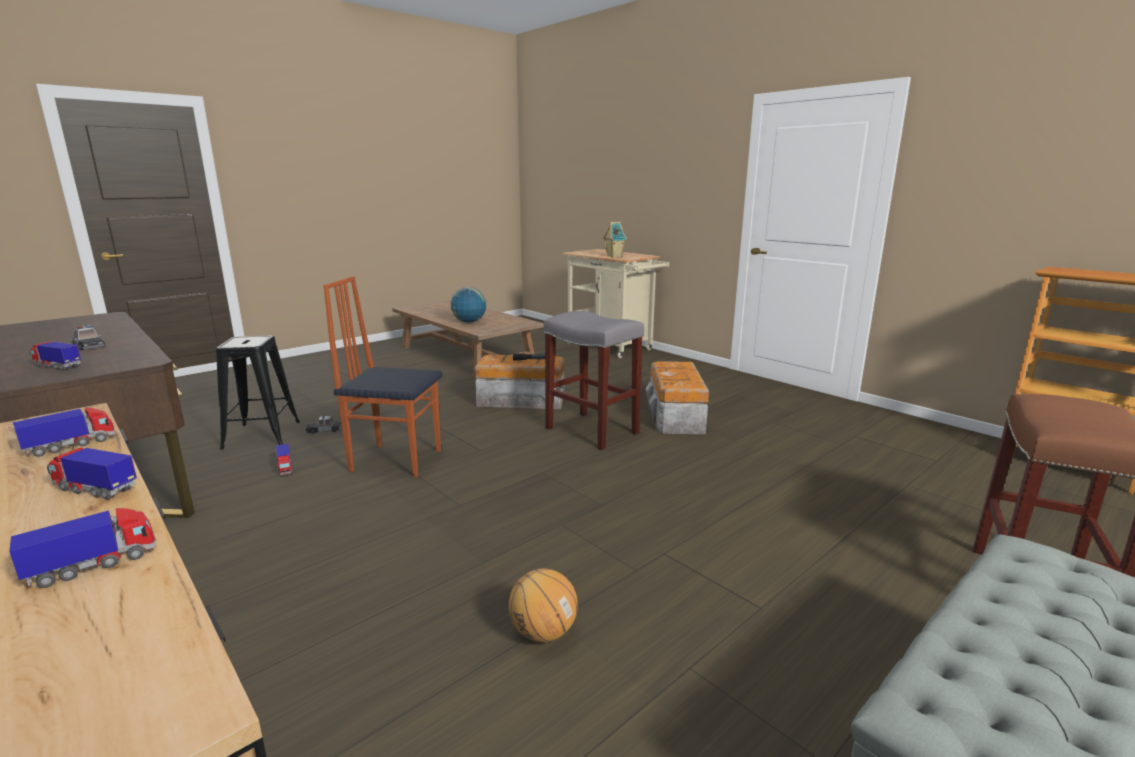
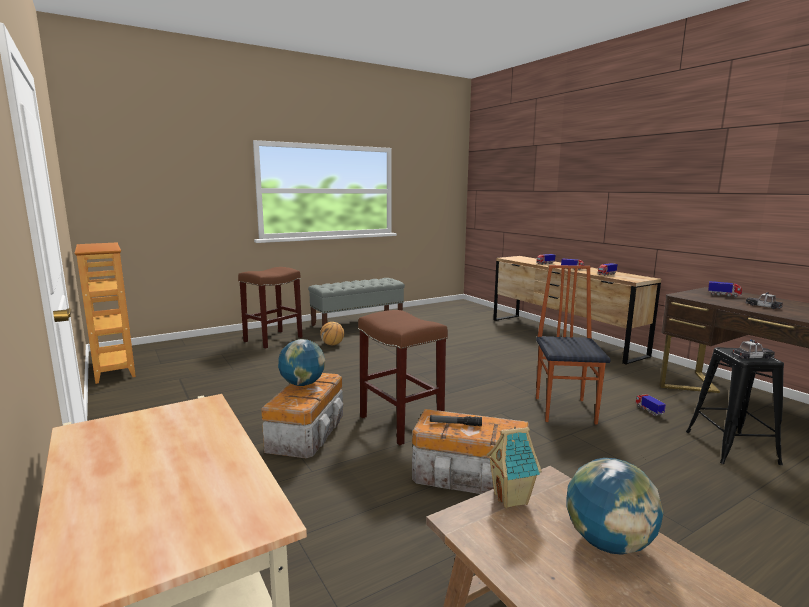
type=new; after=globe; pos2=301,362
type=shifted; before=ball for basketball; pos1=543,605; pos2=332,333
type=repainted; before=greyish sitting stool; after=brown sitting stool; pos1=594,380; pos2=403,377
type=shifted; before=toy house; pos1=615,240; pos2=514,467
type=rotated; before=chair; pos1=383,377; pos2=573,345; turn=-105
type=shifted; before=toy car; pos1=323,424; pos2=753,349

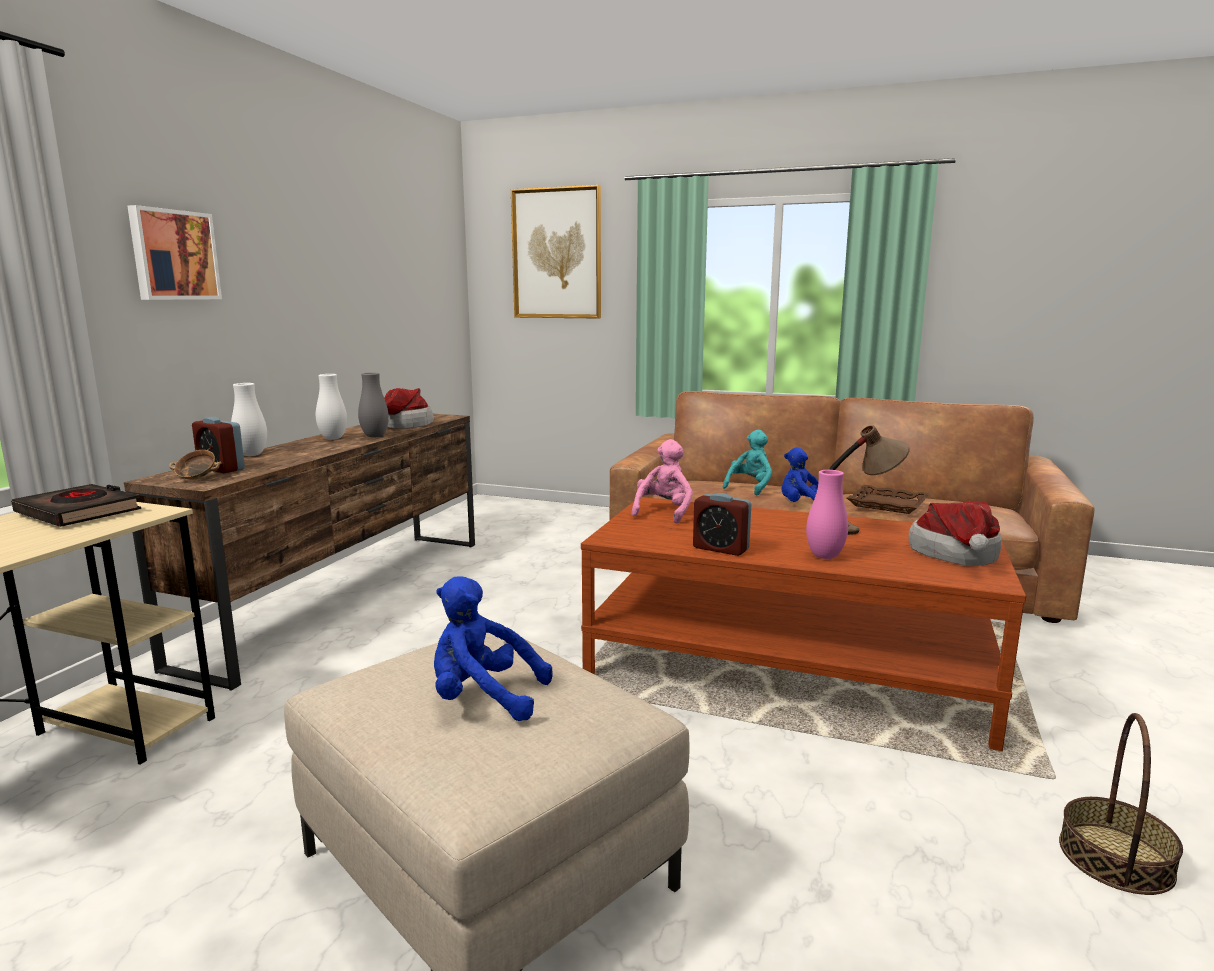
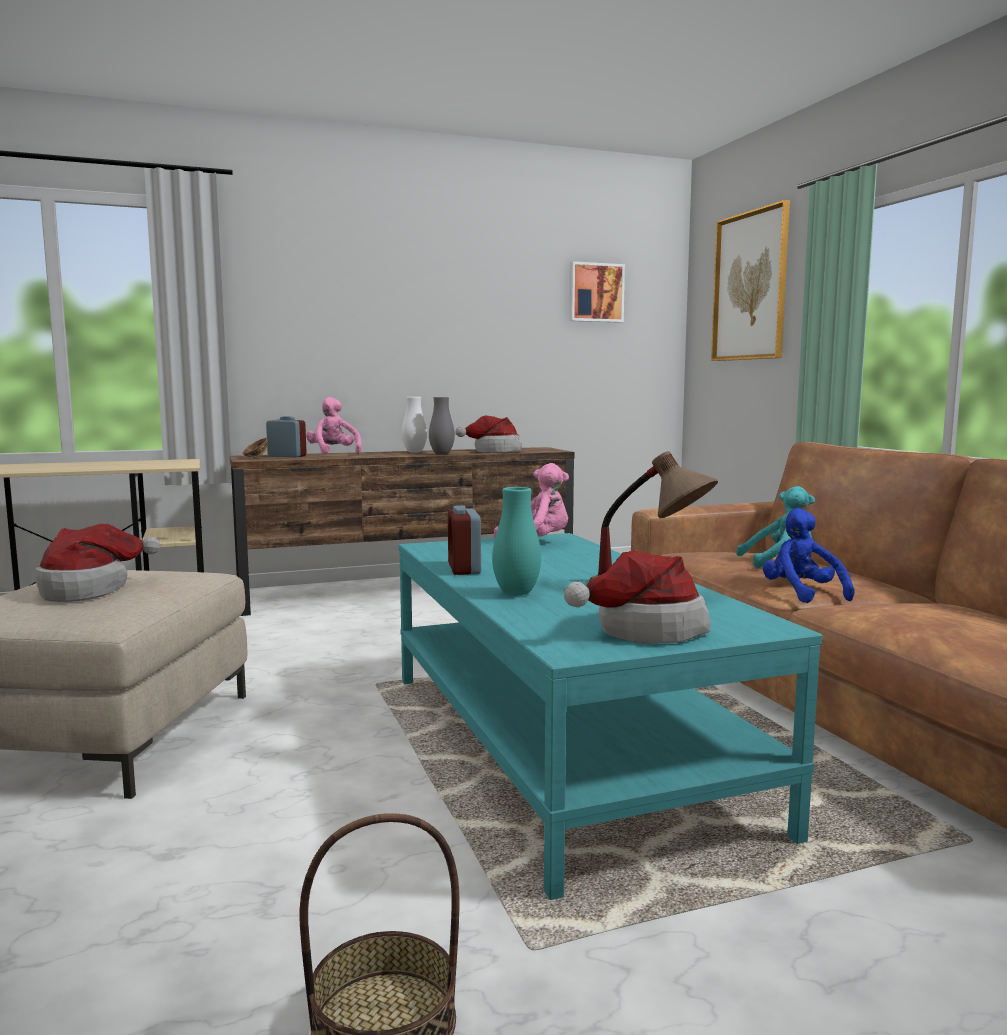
type=swapped; before=blue-coloured plush toy; after=clothing hat; pos1=493,648; pos2=98,563
type=rotated; before=alarm clock; pos1=218,445; pos2=286,436; turn=120
type=swapped; before=white decorative vase; after=pink plush toy; pos1=249,419; pos2=334,426
type=repainted; before=brown low table; after=blue-green low table; pos1=803,624; pos2=610,716
type=repainted; before=pink decorative vase; after=blue-green decorative vase; pos1=827,514; pos2=516,541
type=shifted; before=wall picture; pos1=174,252; pos2=597,292
type=gone; before=black bound book; pos1=76,505
type=gone; before=brown carrying tray; pos1=888,499

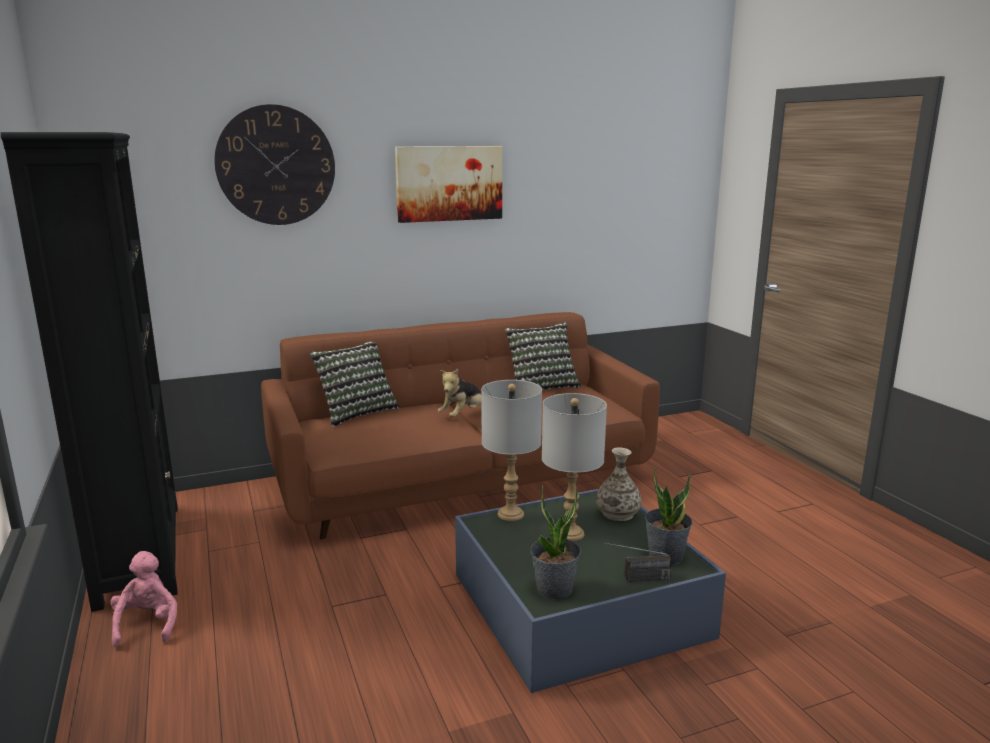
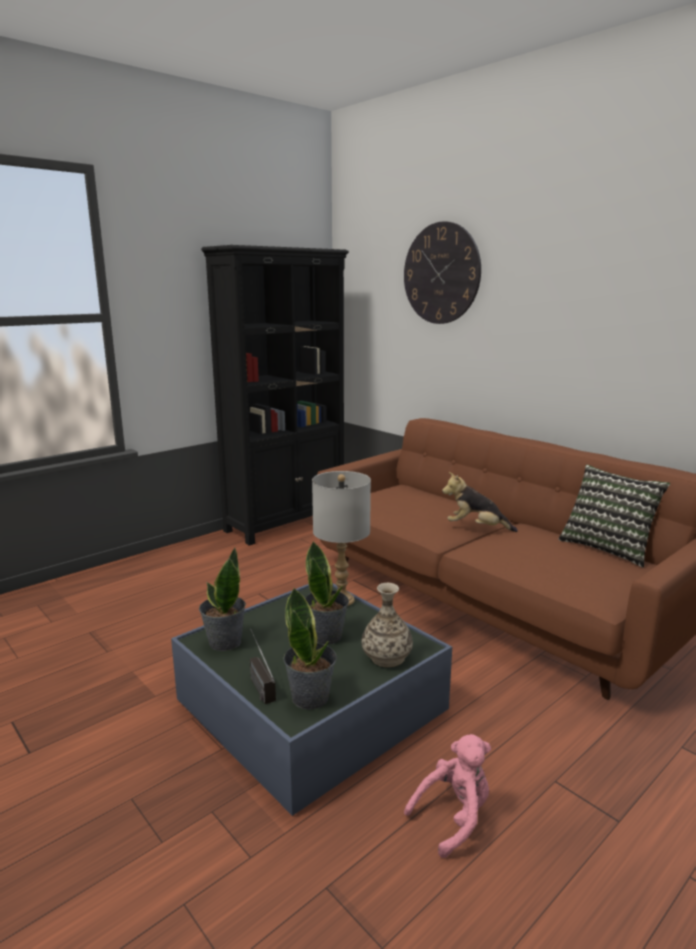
type=swapped; before=greyish lamp for a table; after=plant in a pot; pos1=574,467; pos2=327,593
type=shifted; before=pink plush toy; pos1=143,599; pos2=447,796
type=gone; before=pillow; pos1=355,384
type=gone; before=wall picture; pos1=448,184

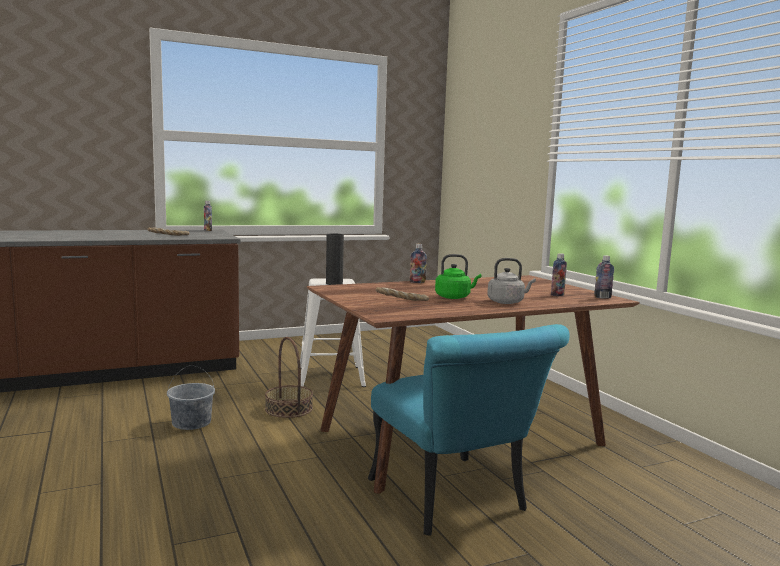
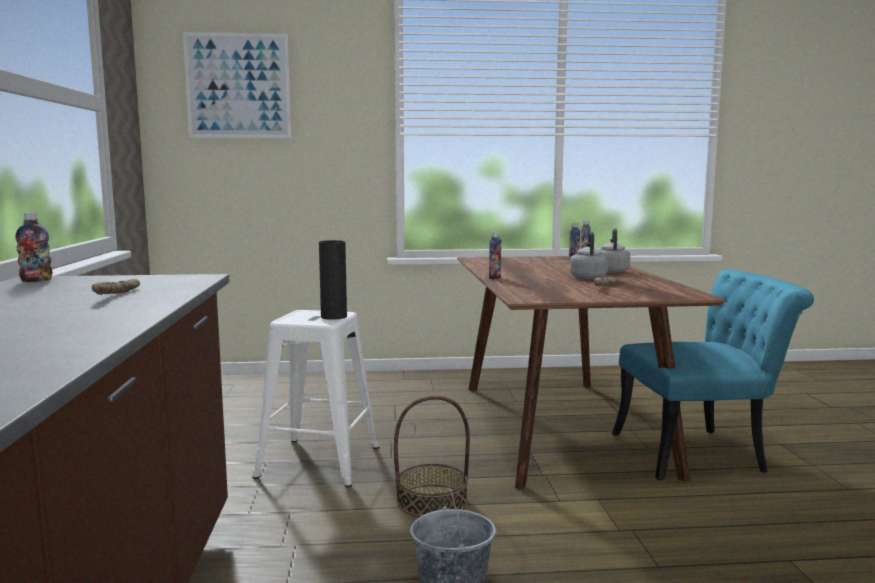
type=new; after=wall picture; pos2=237,85
type=repainted; before=green water kettle; after=greyish water kettle; pos1=458,276; pos2=589,255

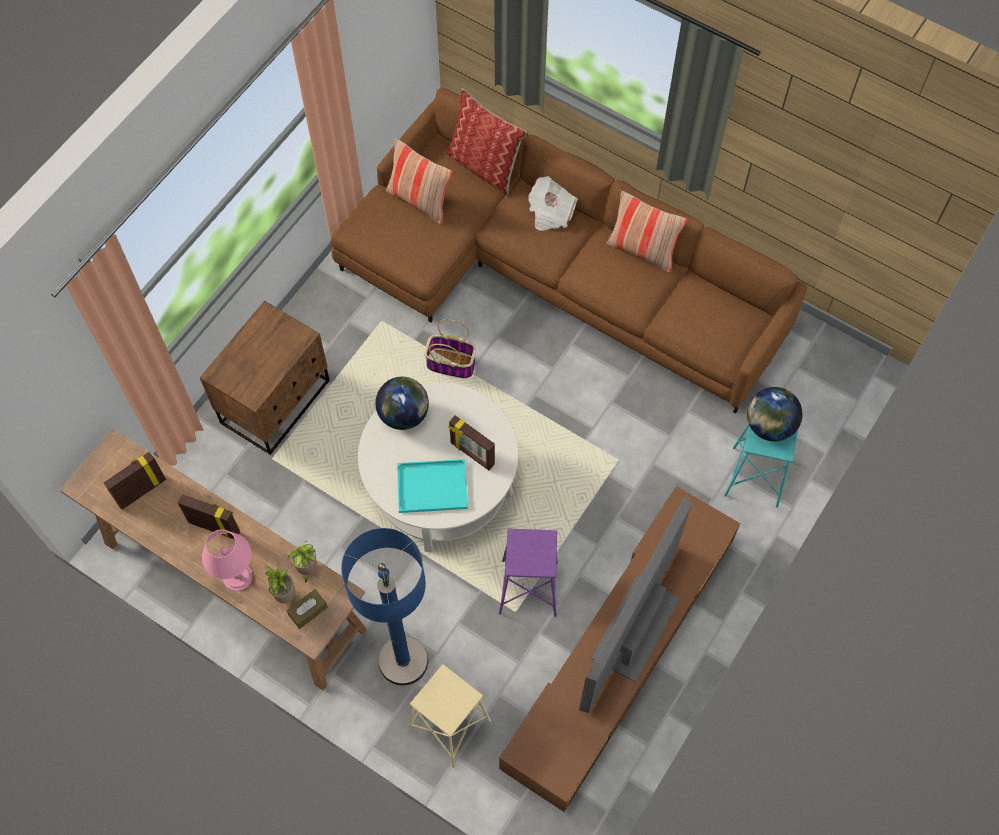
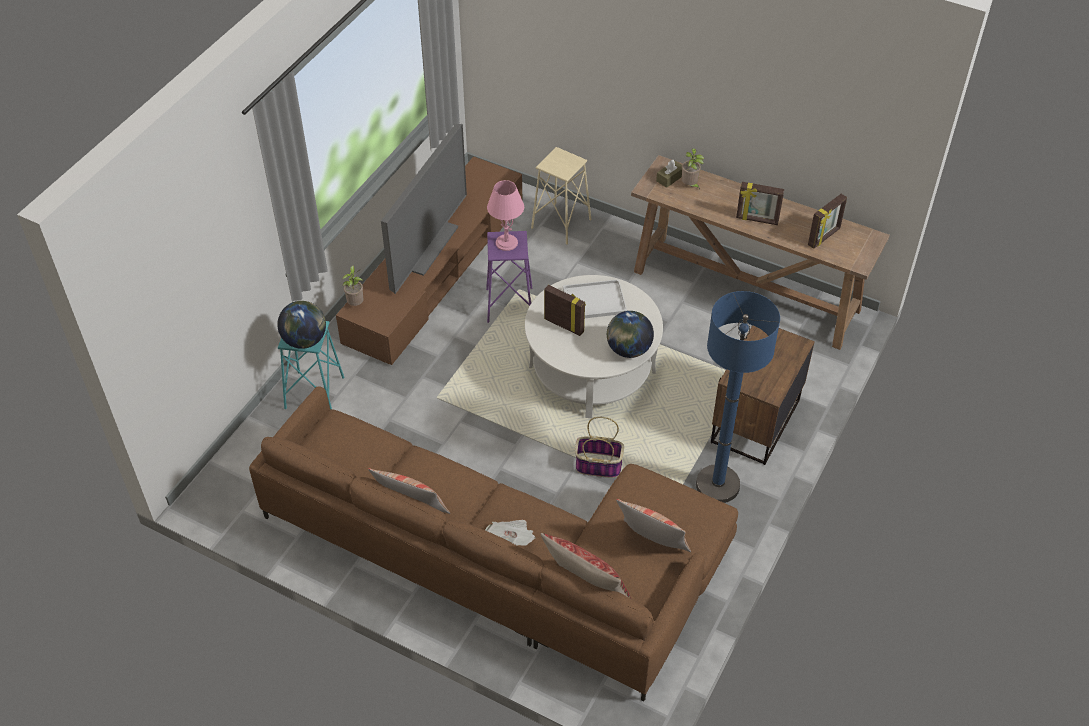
type=shifted; before=plant in a pot; pos1=302,562; pos2=352,285
type=shifted; before=pink lamp for a table; pos1=227,560; pos2=505,215
type=repainted; before=blue-green carrying tray; after=white carrying tray; pos1=432,486; pos2=595,298
type=shifted; before=blue-coloured standard lamp; pos1=384,606; pos2=738,397

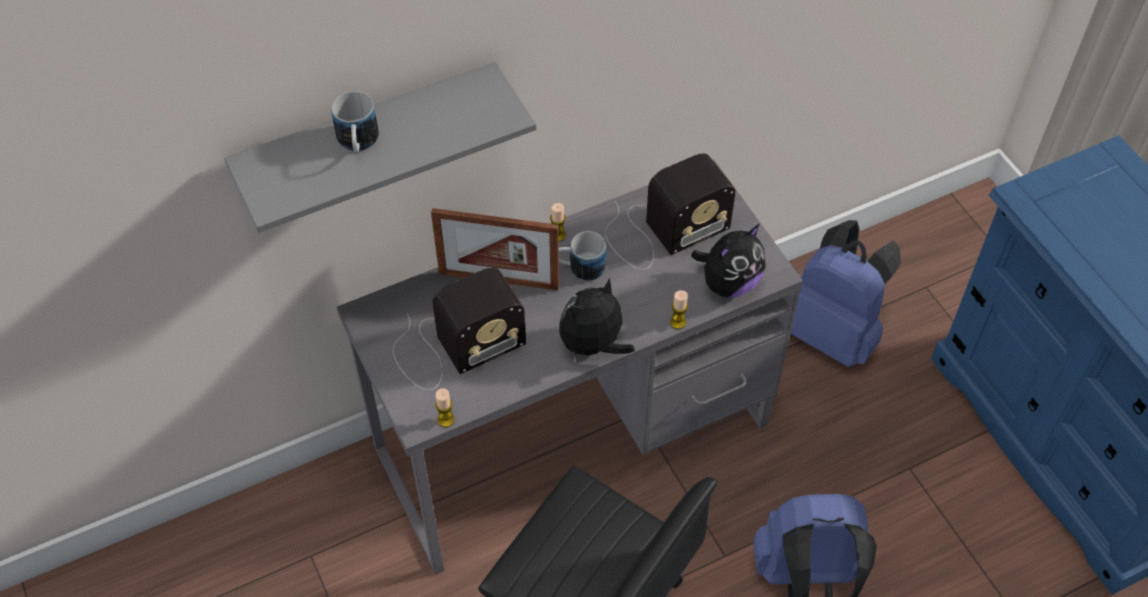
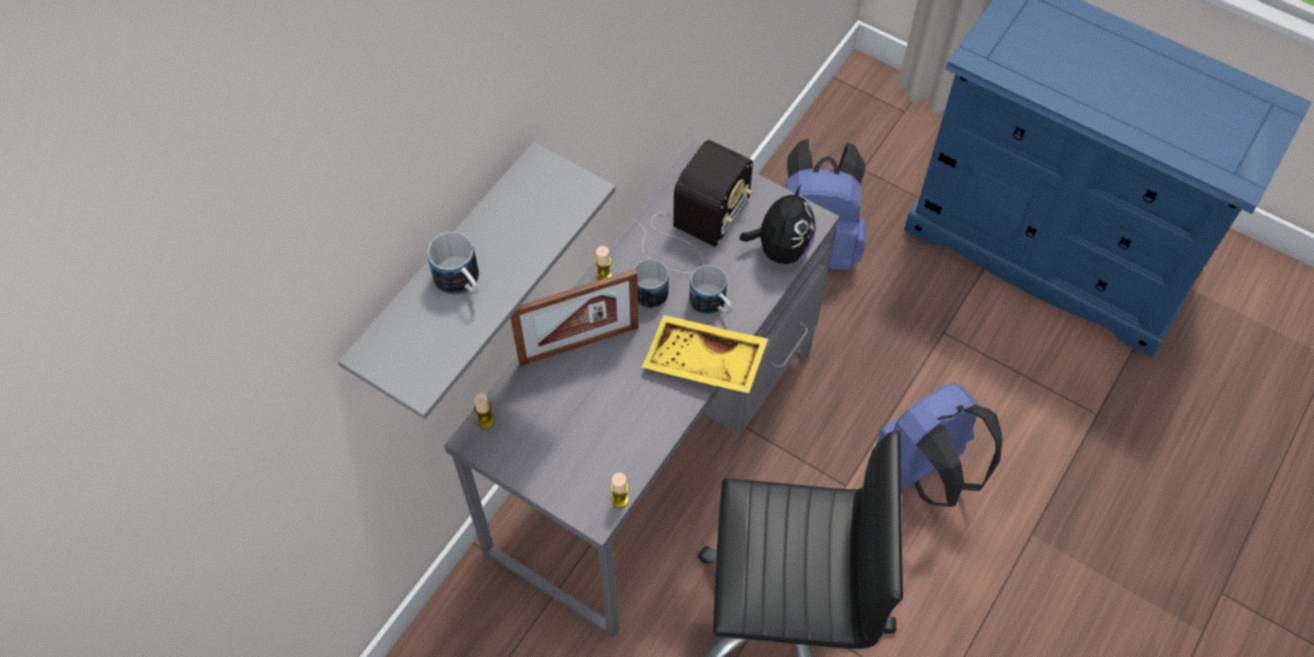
type=shifted; before=candle; pos1=679,309; pos2=484,411
type=swapped; before=plush toy; after=yellow carrying tray; pos1=597,321; pos2=705,354
type=new; after=coffee mug; pos2=711,289
type=gone; before=radio; pos1=459,329

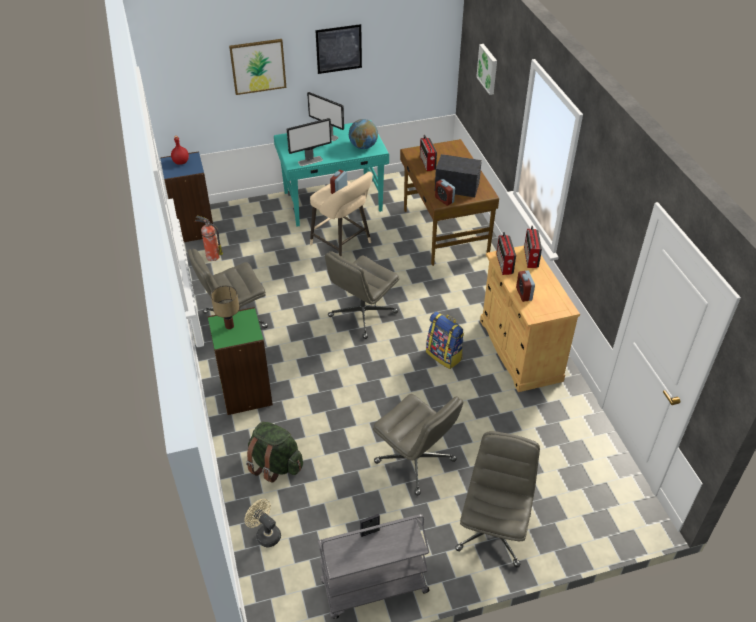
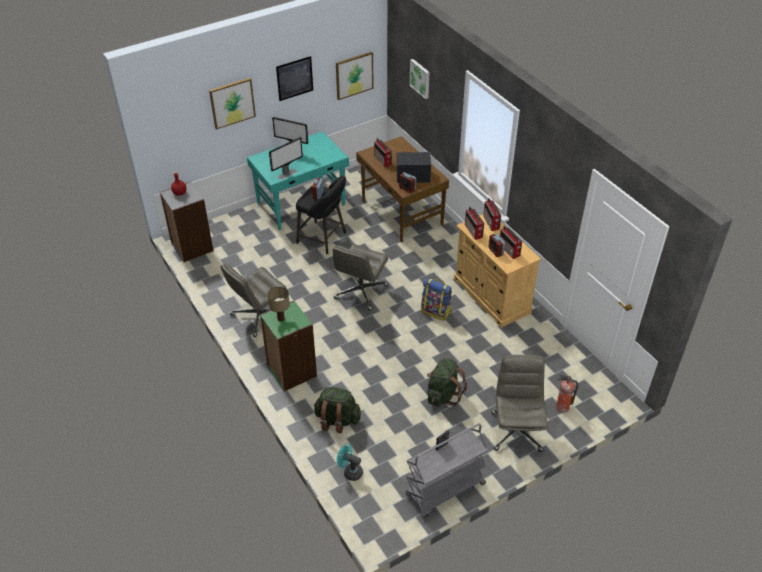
type=repainted; before=blue-coloured bookcase; after=greyish bookcase; pos1=186,196; pos2=186,222
type=repainted; before=sand-coloured sitting stool; after=black sitting stool; pos1=341,214; pos2=321,215
type=new; after=wall picture; pos2=355,76
type=repainted; before=sand-coloured fan; after=blue-green fan; pos1=263,523; pos2=350,462
type=swapped; before=greyish computer chair; after=green backpack; pos1=418,444; pos2=447,382
type=new; after=radio; pos2=511,242
type=shifted; before=fire extinguisher; pos1=209,238; pos2=567,394
type=gone; before=globe; pos1=363,134

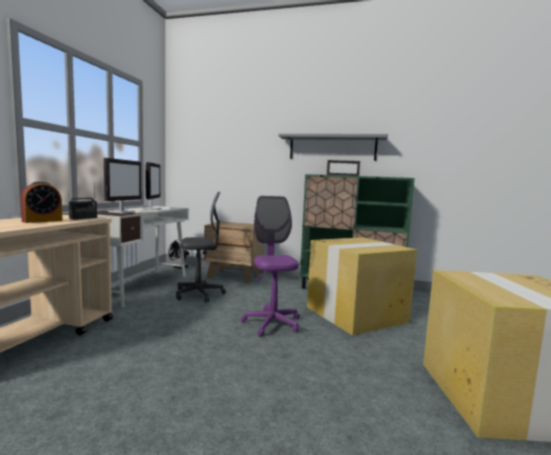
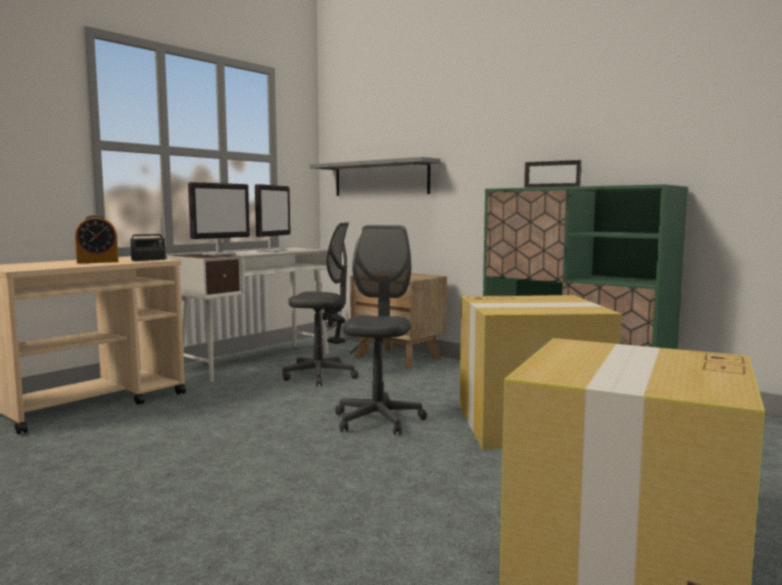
type=shifted; before=greyish wall shelf; pos1=333,147; pos2=375,176
type=repainted; before=purple-coloured computer chair; after=greyish computer chair; pos1=270,266; pos2=381,330

